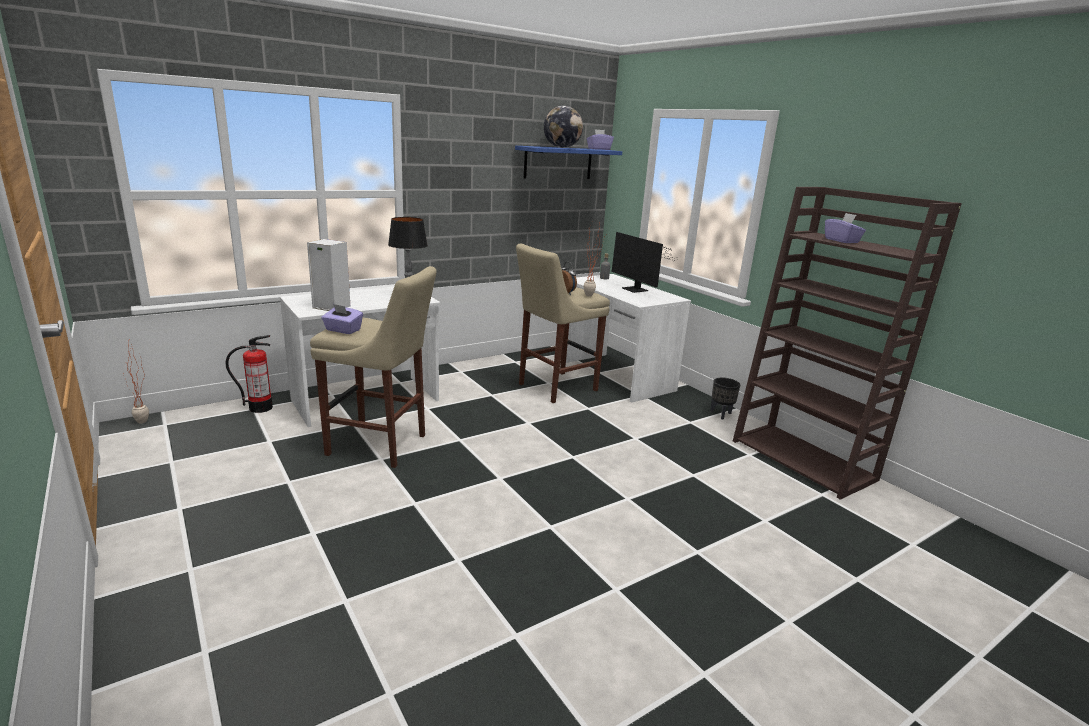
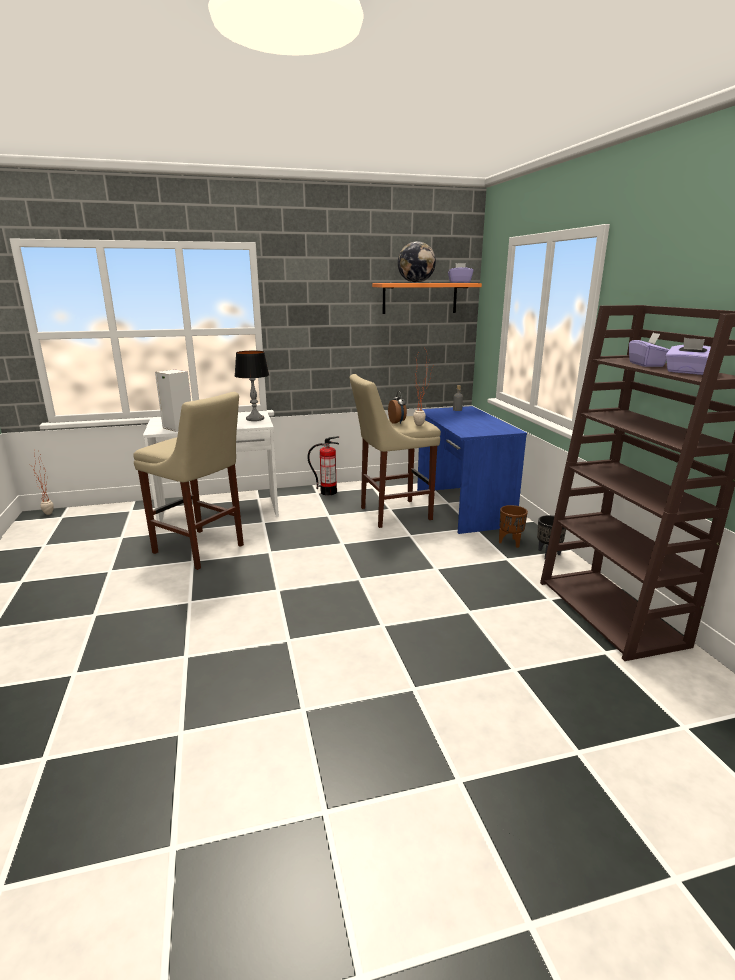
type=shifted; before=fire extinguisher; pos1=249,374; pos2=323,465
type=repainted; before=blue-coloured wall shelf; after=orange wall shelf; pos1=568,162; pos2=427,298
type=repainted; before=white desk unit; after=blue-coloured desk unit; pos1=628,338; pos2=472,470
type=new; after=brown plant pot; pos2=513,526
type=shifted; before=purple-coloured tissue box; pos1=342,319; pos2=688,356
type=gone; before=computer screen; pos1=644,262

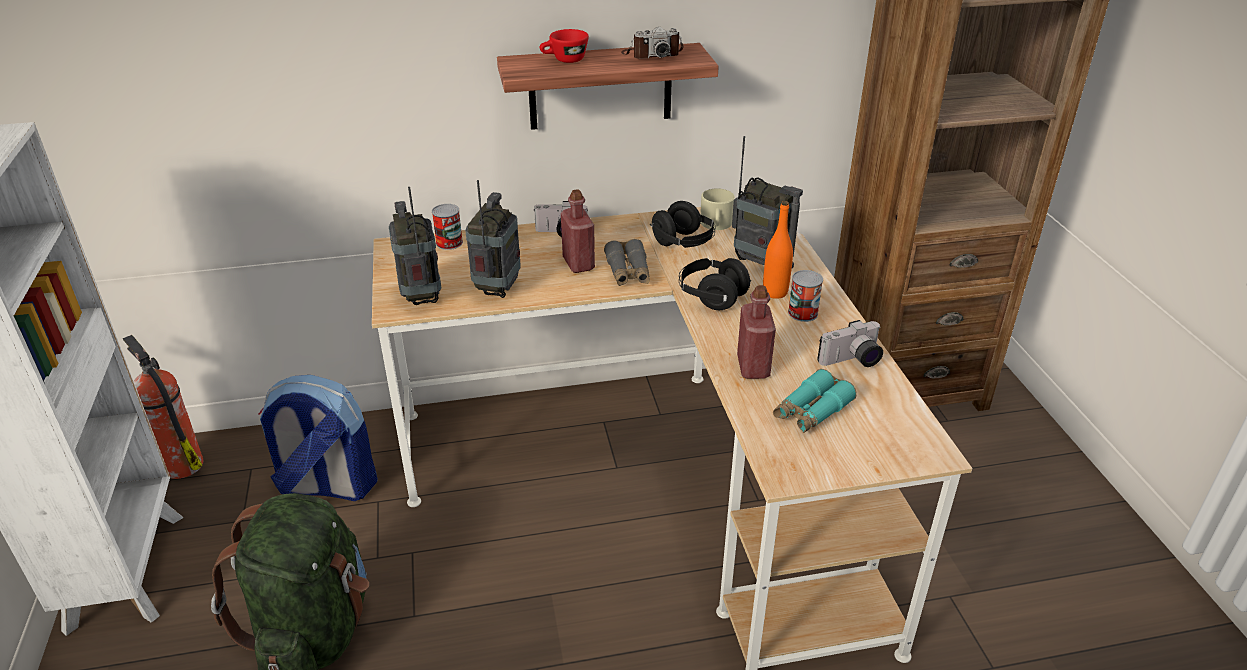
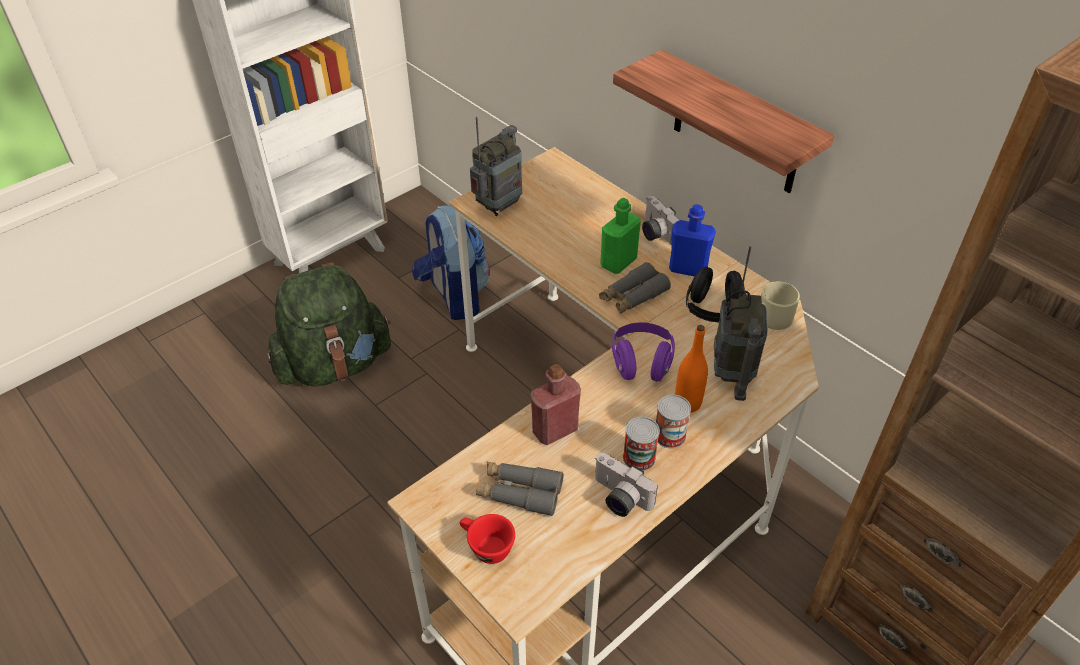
type=shifted; before=red-coloured cup; pos1=564,46; pos2=487,539
type=repainted; before=blue-green pair of binoculars; after=greyish pair of binoculars; pos1=815,401; pos2=519,488
type=repainted; before=red-coloured drink bottle; after=green drink bottle; pos1=578,231; pos2=620,236
type=repainted; before=black pair of headphones; after=purple-coloured pair of headphones; pos1=715,284; pos2=643,352
type=shifted; before=sealed can; pos1=447,227; pos2=641,444
type=new; after=blue-coloured drink bottle; pos2=692,240
type=gone; before=fire extinguisher; pos1=163,407
type=gone; before=radio; pos1=493,239
type=gone; before=photo camera; pos1=652,43

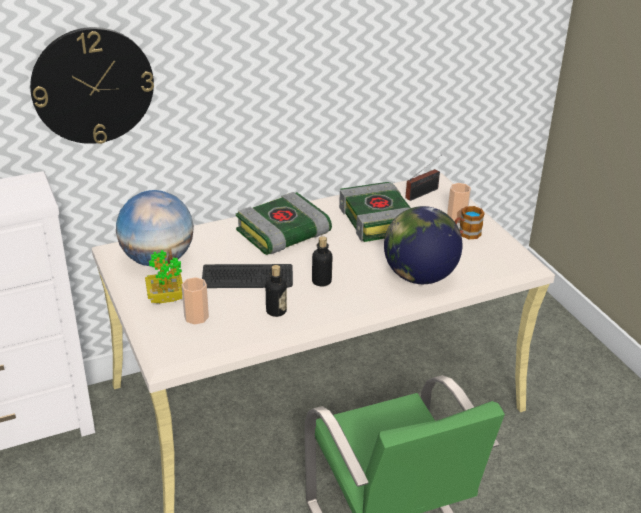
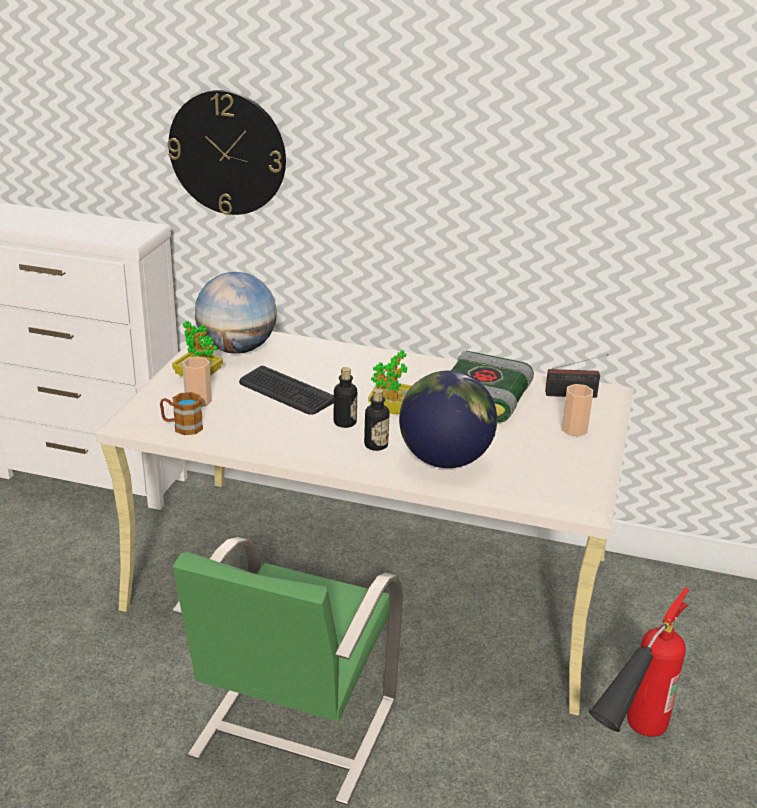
type=shifted; before=coffee mug; pos1=470,222; pos2=181,413
type=shifted; before=drink bottle; pos1=276,291; pos2=377,419
type=new; after=plant in a pot; pos2=390,382
type=new; after=fire extinguisher; pos2=639,662
type=gone; before=bound book; pos1=284,223

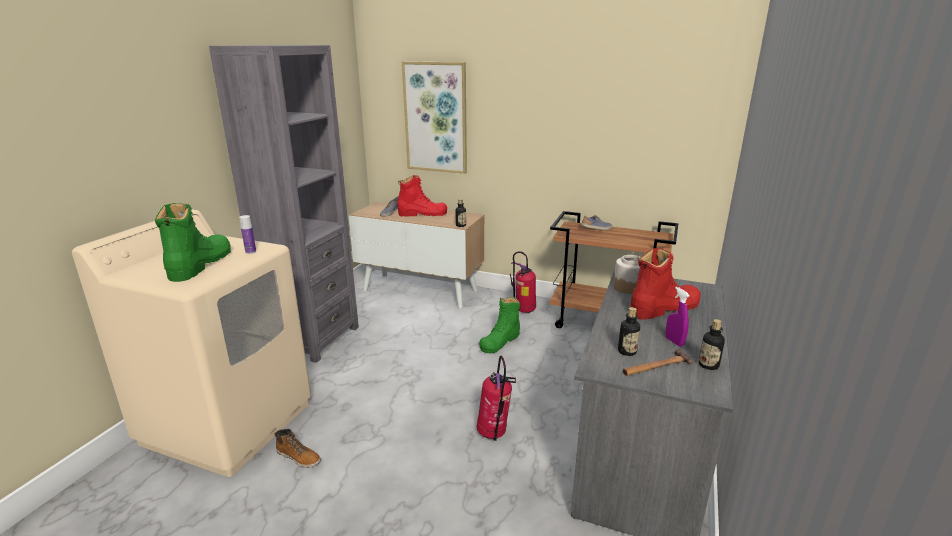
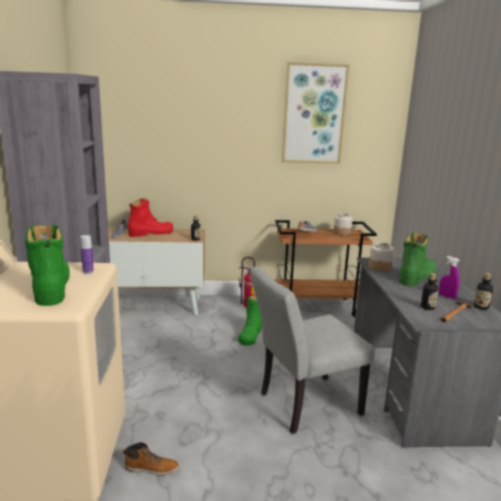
type=swapped; before=fire extinguisher; after=greyish chair; pos1=496,398; pos2=312,350
type=shifted; before=wall picture; pos1=434,117; pos2=315,113
type=new; after=storage jar; pos2=343,224
type=repainted; before=red-coloured boot; after=green boot; pos1=665,284; pos2=418,259

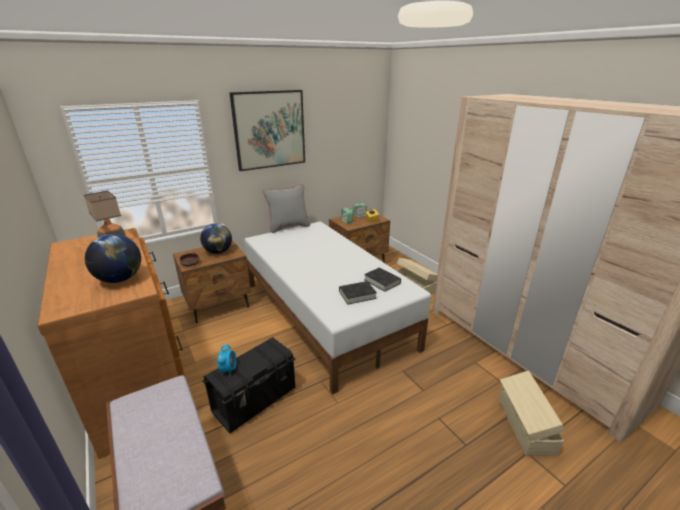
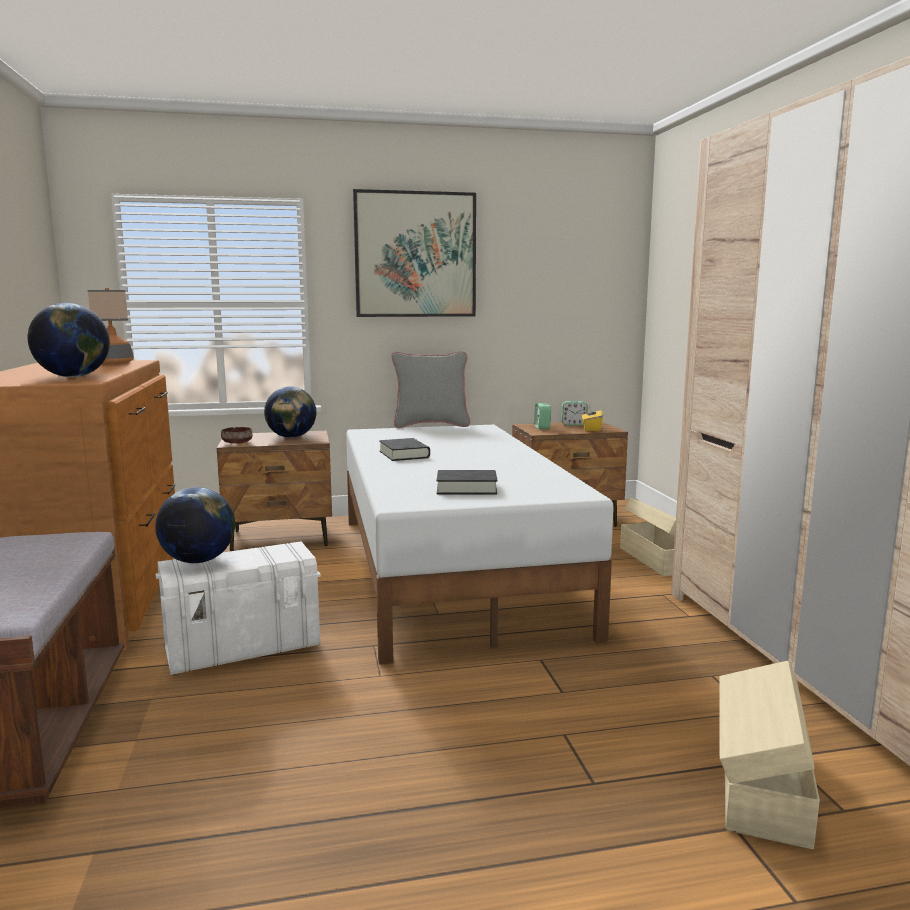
type=swapped; before=alarm clock; after=globe; pos1=227,360; pos2=195,525
type=repainted; before=black storage bin; after=white storage bin; pos1=248,385; pos2=238,608
type=shifted; before=black bound book; pos1=382,280; pos2=404,449

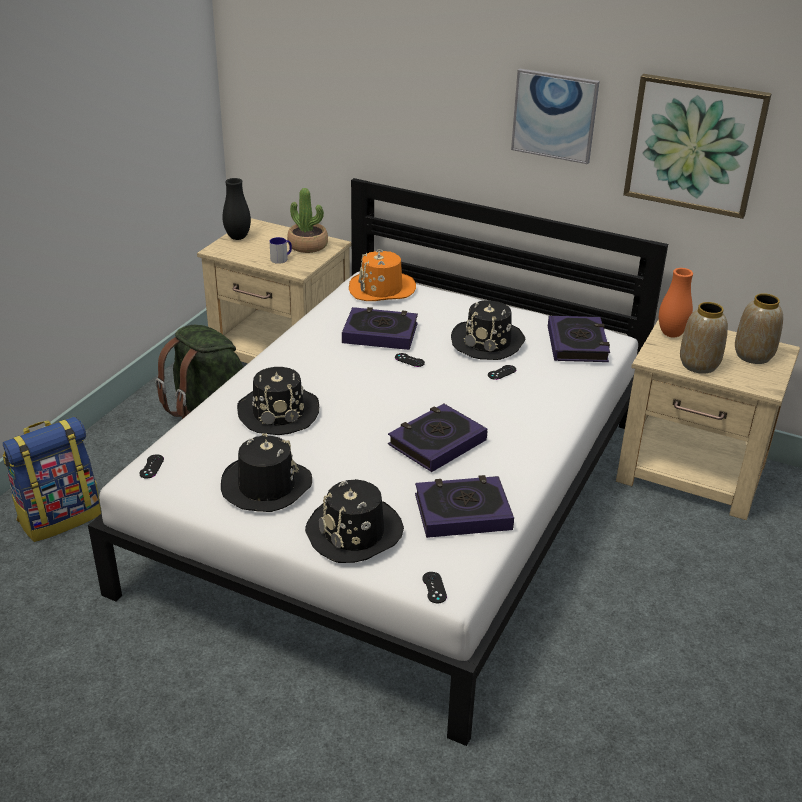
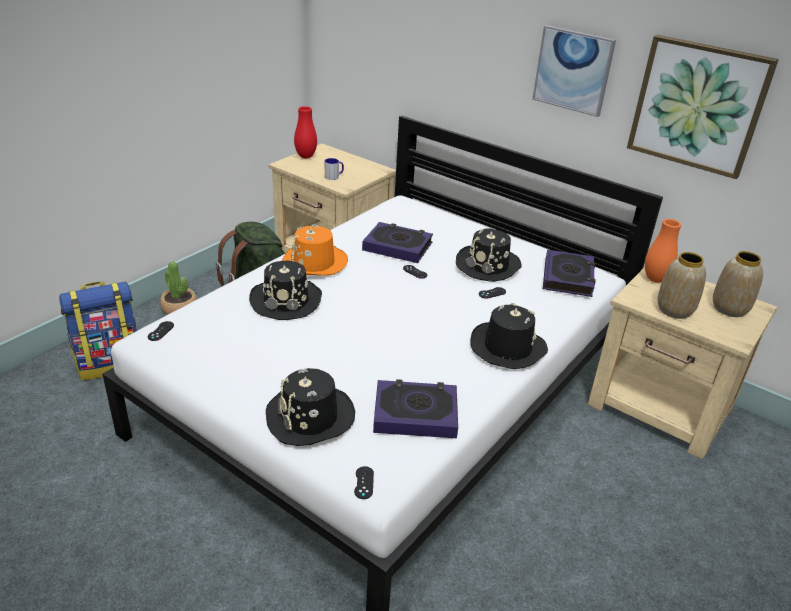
type=shifted; before=plant in a pot; pos1=307,220; pos2=178,287
type=shifted; before=orange clothing hat; pos1=382,275; pos2=315,250
type=repainted; before=black decorative vase; after=red-coloured decorative vase; pos1=236,209; pos2=305,132
type=shifted; before=black clothing hat; pos1=266,472; pos2=509,336
type=gone; before=bound book; pos1=438,438

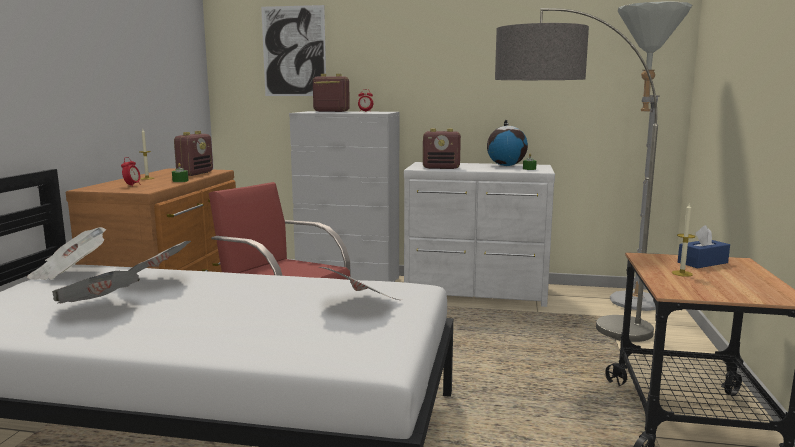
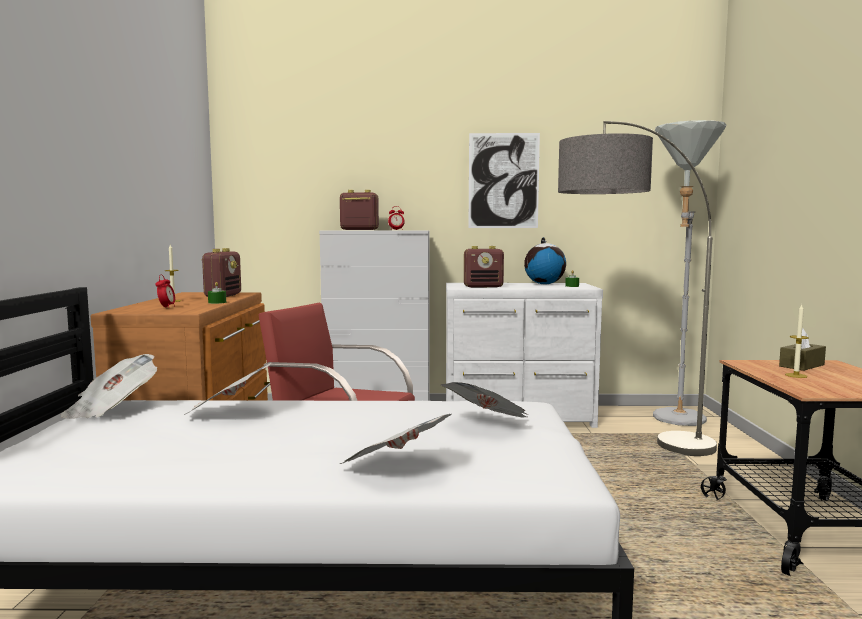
type=shifted; before=newspaper; pos1=96,287; pos2=396,439
type=shifted; before=wall picture; pos1=293,50; pos2=504,180
type=repainted; before=blue-coloured tissue box; after=brown tissue box; pos1=704,246; pos2=802,349

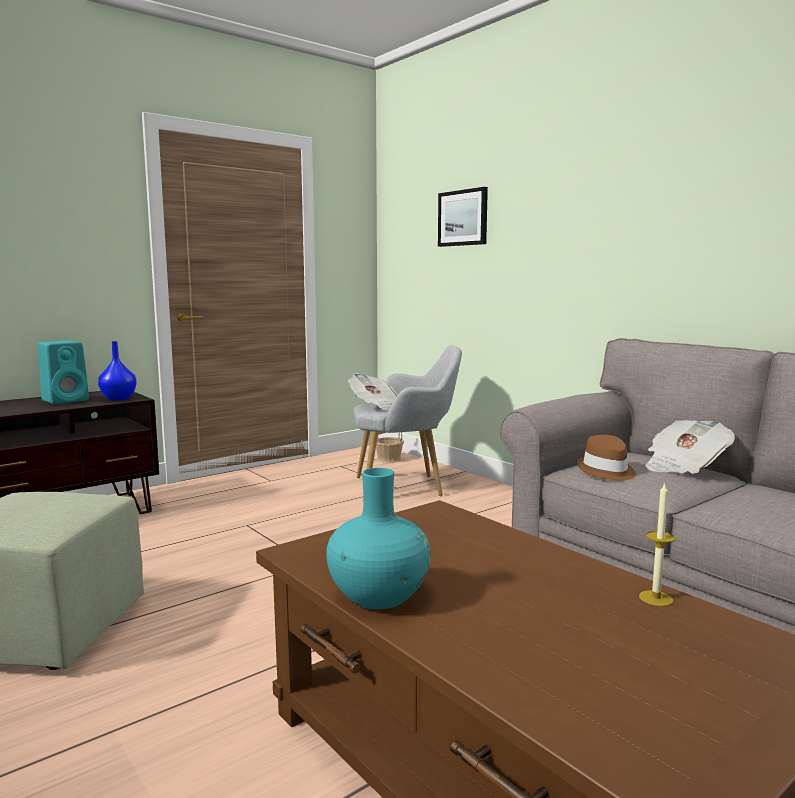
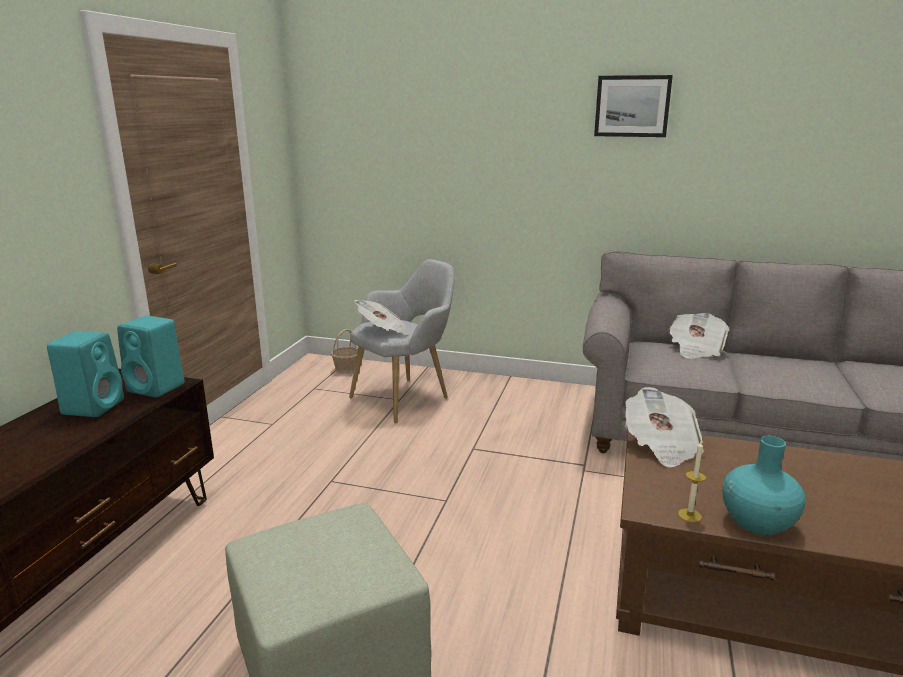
type=swapped; before=blue-coloured decorative vase; after=blue-green speaker; pos1=117,371; pos2=151,357
type=shifted; before=wall picture; pos1=463,217; pos2=633,106
type=new; after=newspaper; pos2=664,427
type=shifted; before=candle; pos1=657,544; pos2=692,481
type=gone; before=brown clothing hat; pos1=606,457

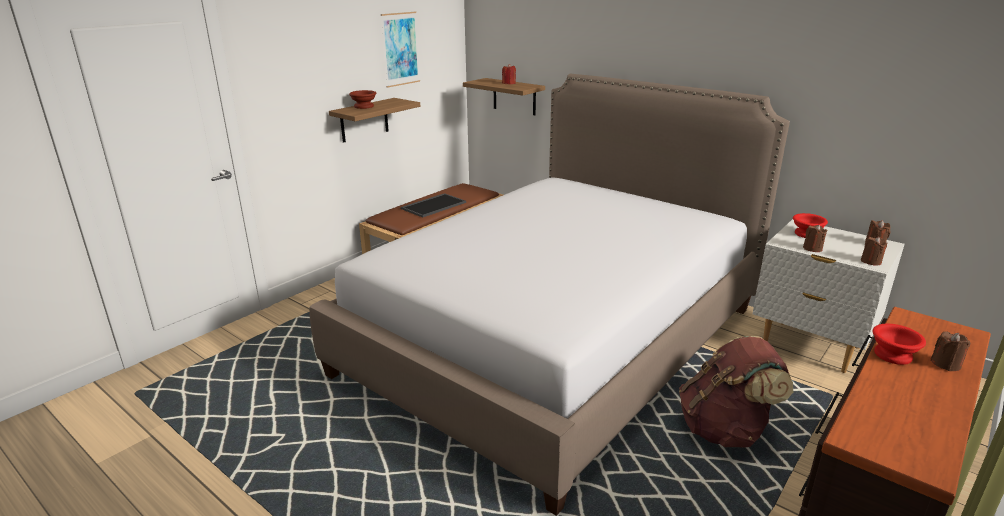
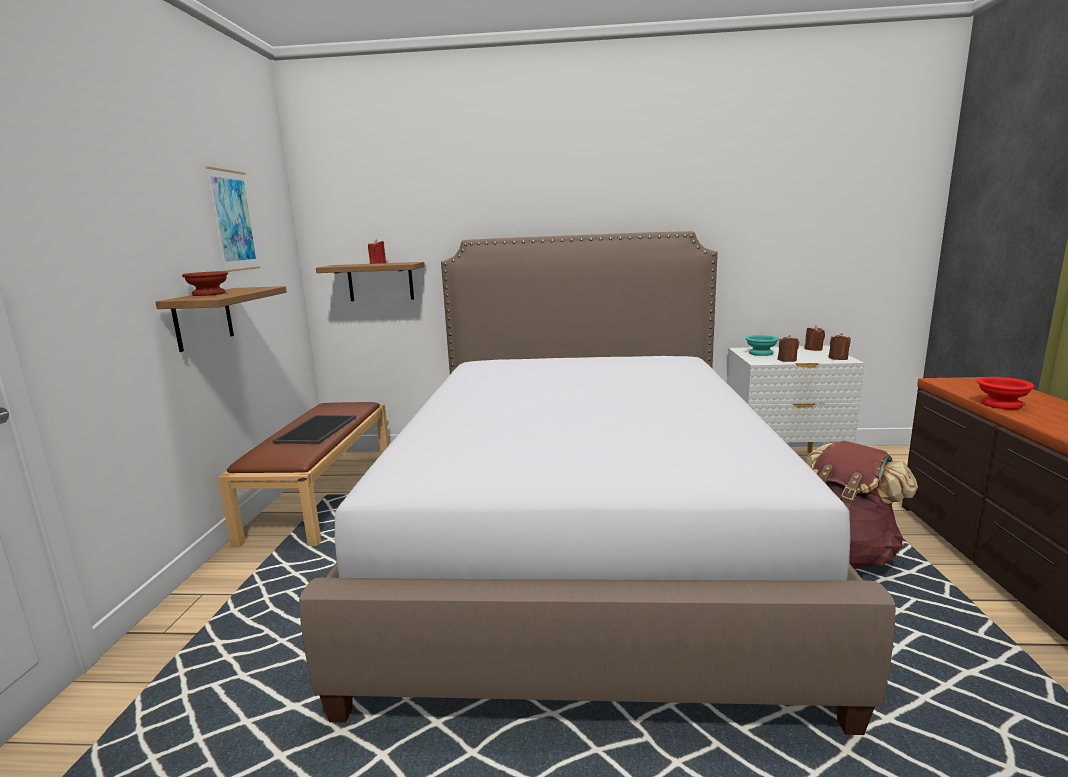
type=repainted; before=red-coloured bowl; after=blue-green bowl; pos1=810,225; pos2=762,345
type=gone; before=brown candle; pos1=950,351

